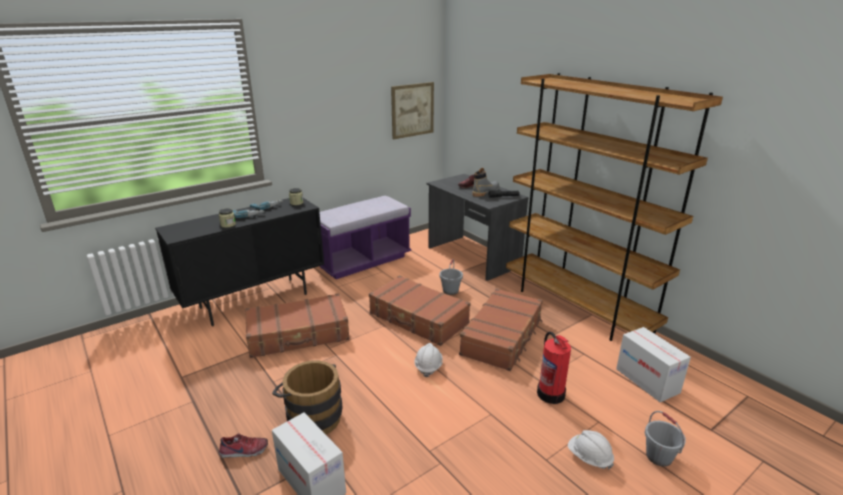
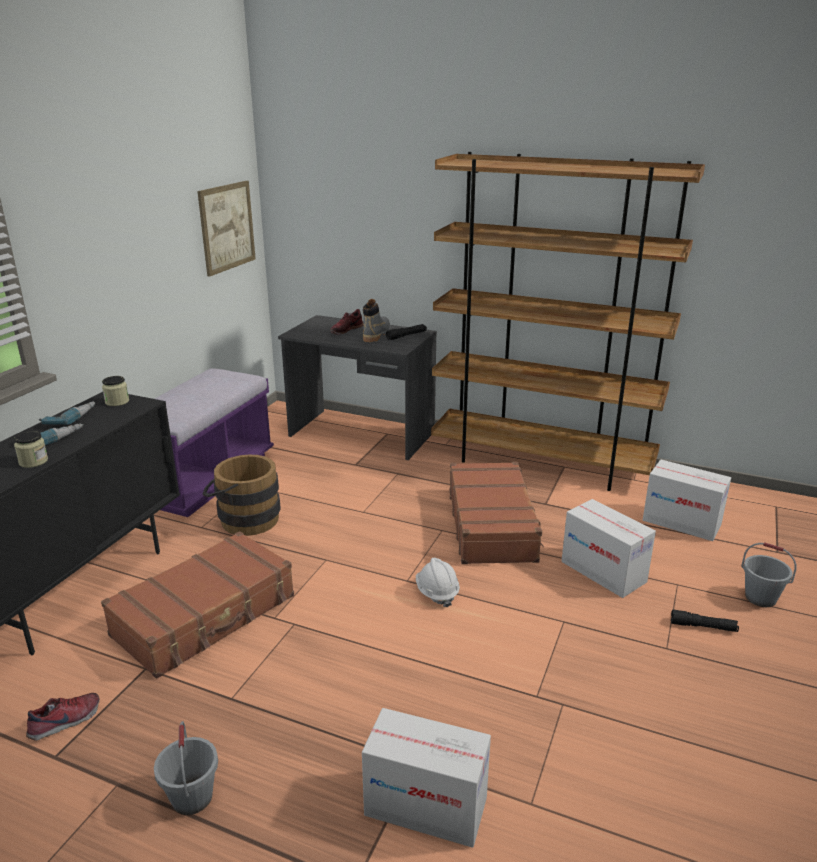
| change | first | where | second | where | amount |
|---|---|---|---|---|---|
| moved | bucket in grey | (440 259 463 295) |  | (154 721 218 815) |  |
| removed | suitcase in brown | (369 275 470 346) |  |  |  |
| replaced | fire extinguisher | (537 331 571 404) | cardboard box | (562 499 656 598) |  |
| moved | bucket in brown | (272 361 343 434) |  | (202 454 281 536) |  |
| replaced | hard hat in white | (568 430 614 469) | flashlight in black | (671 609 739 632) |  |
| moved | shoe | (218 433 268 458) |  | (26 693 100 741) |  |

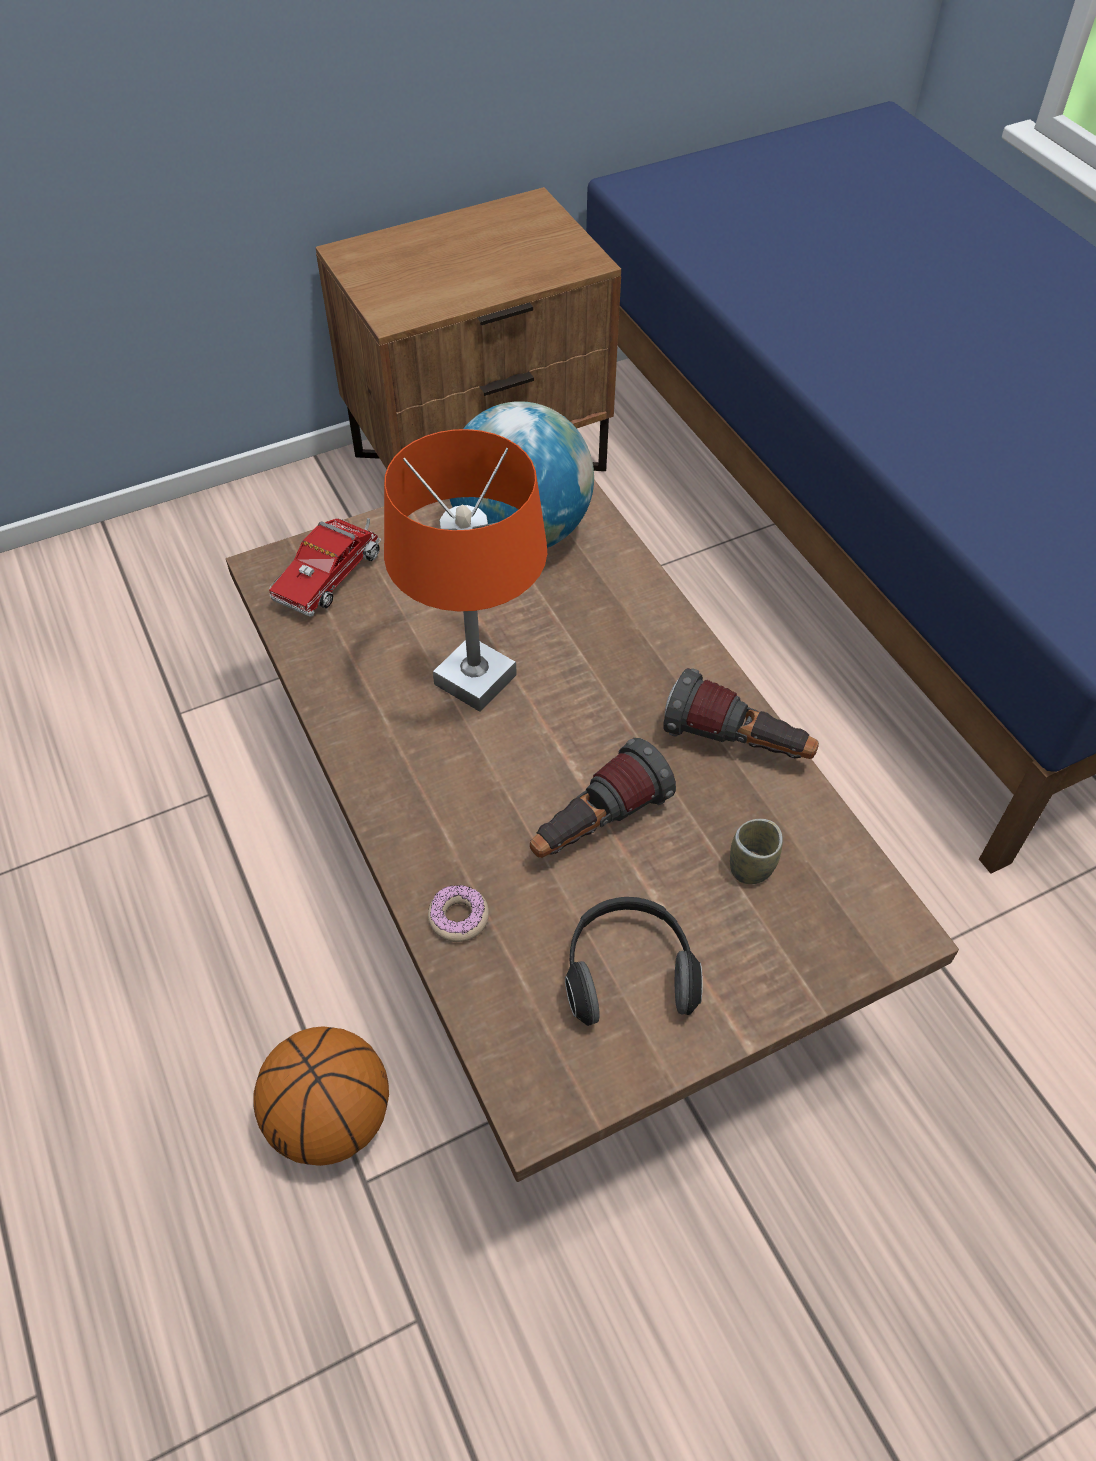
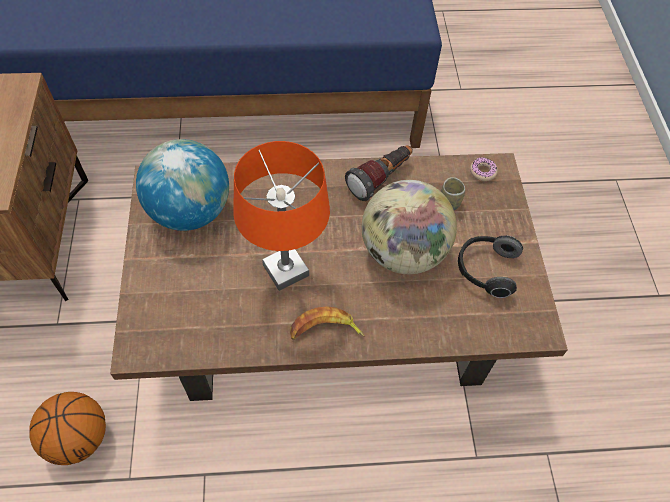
| change | first | where | second | where | amount |
|---|---|---|---|---|---|
| removed | toy truck | (269 518 381 617) |  |  |  |
| replaced | flashlight | (530 738 676 858) | globe | (361 180 457 274) |  |
| moved | donut | (428 885 489 942) |  | (470 157 498 181) |  |
| moved | basketball | (253 1026 389 1166) |  | (29 392 106 465) |  |
| added |  |  | banana | (290 306 365 340) |  |

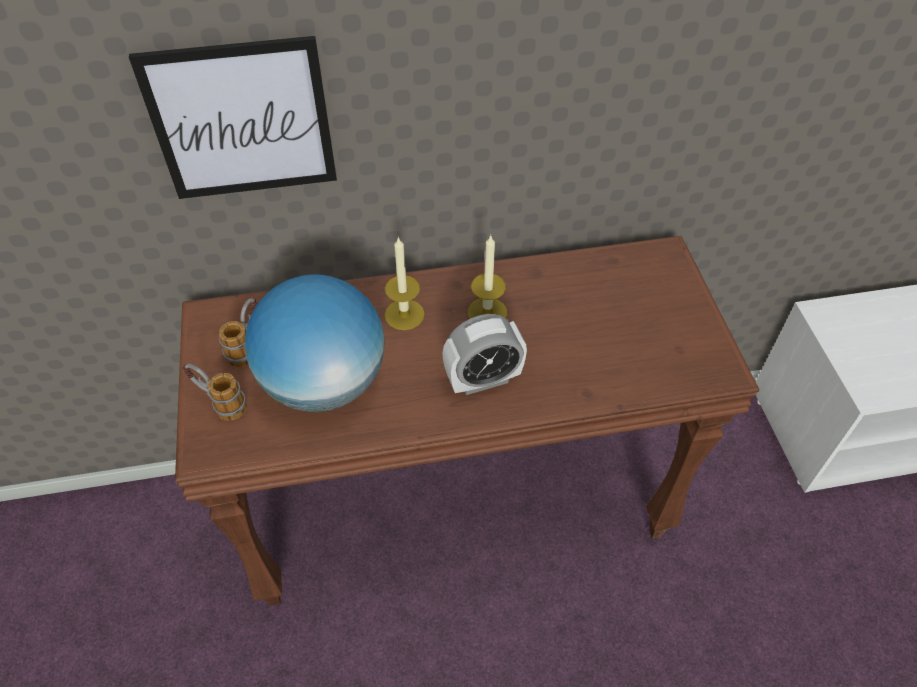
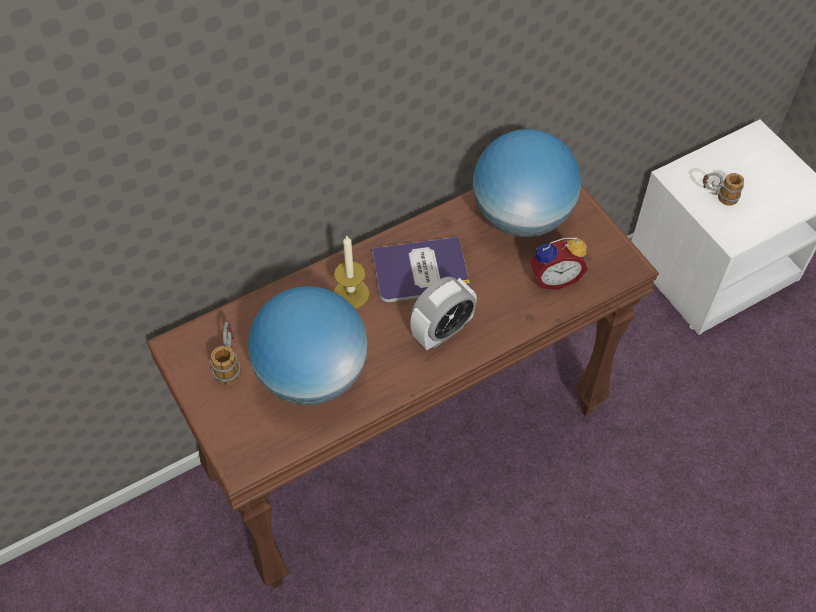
| change | first | where | second | where | amount |
|---|---|---|---|---|---|
| removed | picture | (129 36 337 199) |  |  |  |
| replaced | candle | (468 235 507 319) | book | (372 237 469 303) |  |
| moved | mug | (183 364 247 420) |  | (703 173 744 206) |  |
| added |  |  | globe | (473 129 581 237) |  |
| added |  |  | alarm clock | (530 238 588 290) |  |

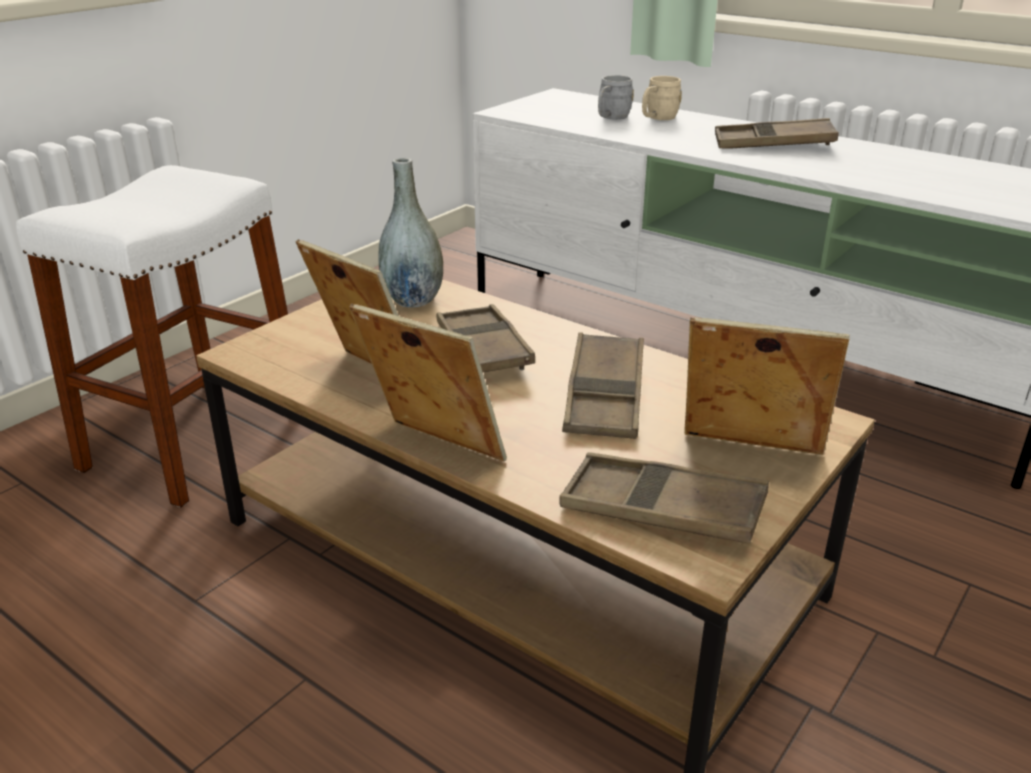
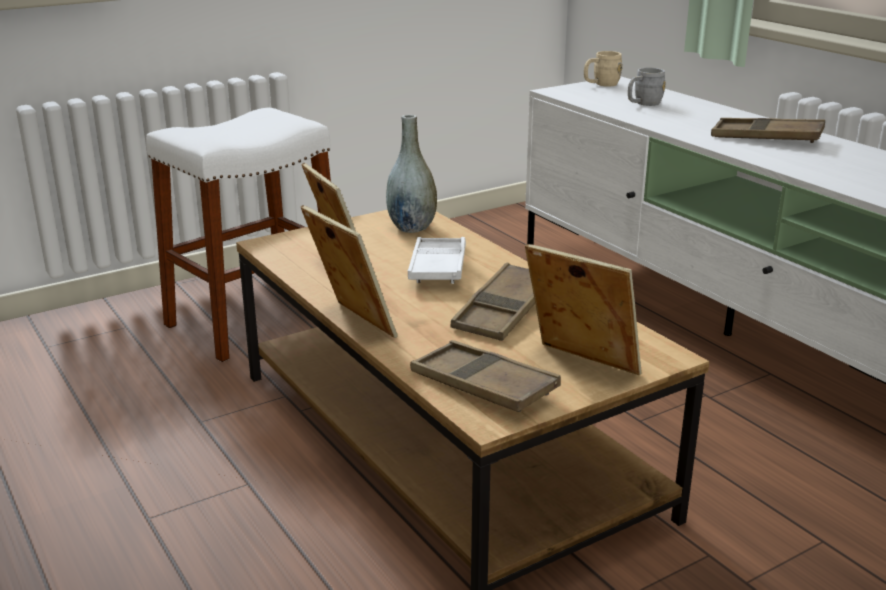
| change | first | where | second | where | amount |
|---|---|---|---|---|---|
| moved | mug in beige | (642 76 682 120) |  | (584 51 623 87) |  |
| recoloured | tray in brown | (437 304 535 372) | tray in white | (408 237 466 284) |  |

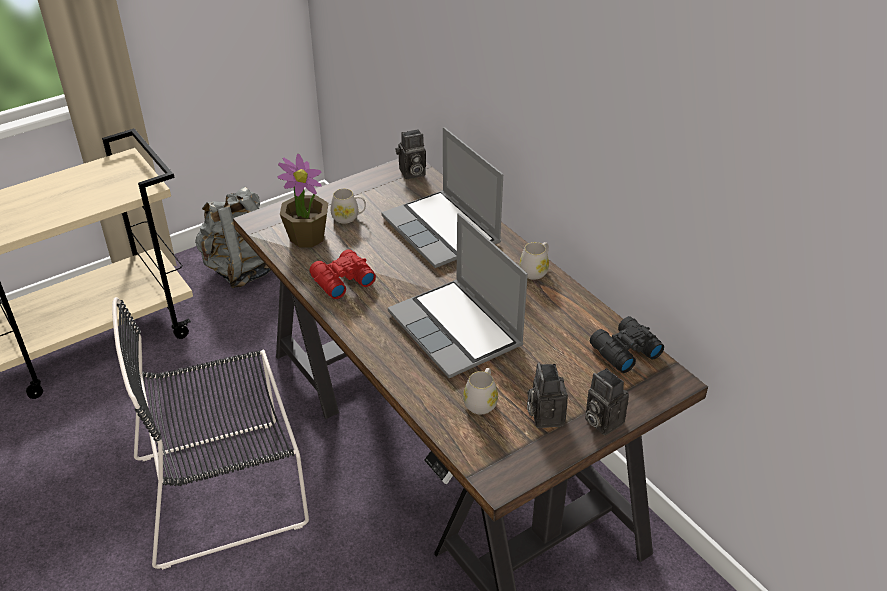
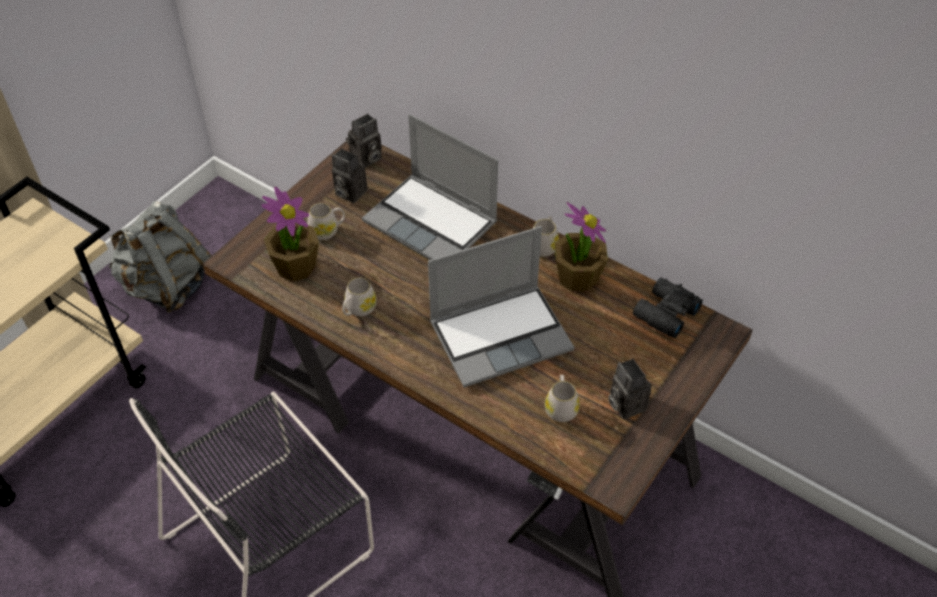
| change | first | where | second | where | amount |
|---|---|---|---|---|---|
| turned | laptop | (388 213 528 378) |  | (428 226 574 388) | 60 degrees counterclockwise |
| replaced | binoculars in red | (309 249 376 299) | mug in white | (342 277 377 316) |  |
| moved | photo camera | (585 368 629 435) |  | (332 148 367 203) |  |
| added |  |  | potted plant | (555 202 608 292) |  |

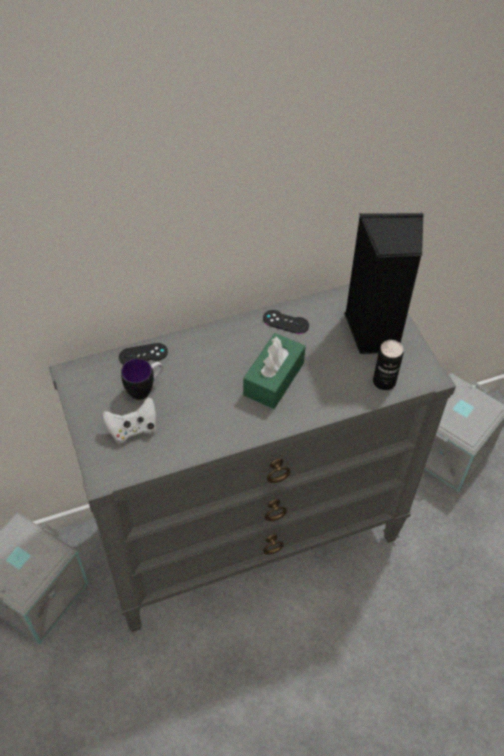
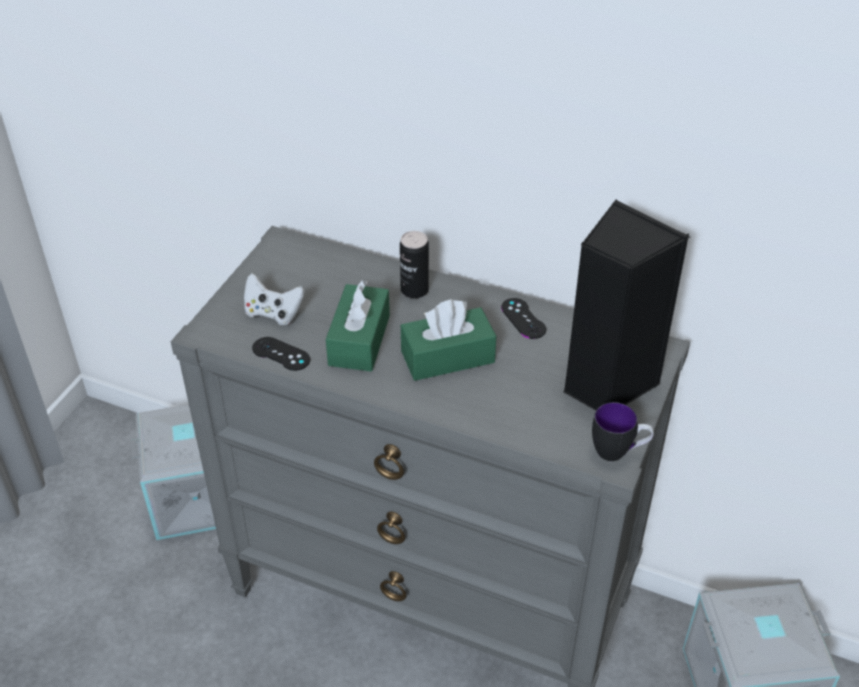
| change | first | where | second | where | amount |
|---|---|---|---|---|---|
| moved | can | (373 340 403 390) |  | (400 231 429 298) |  |
| moved | game controller in black | (119 343 168 364) |  | (252 337 310 371) |  |
| moved | mug | (121 359 163 400) |  | (592 402 654 461) |  |
| added |  |  | tissue box in green | (326 280 390 372) |  |

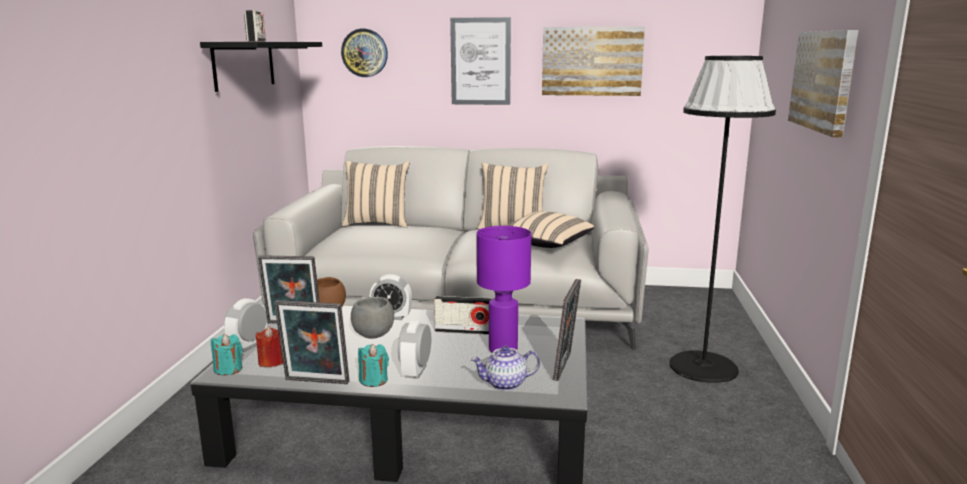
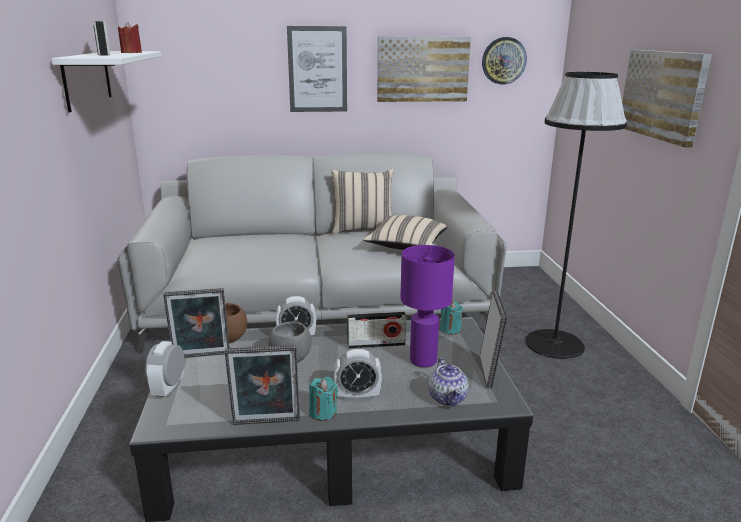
| change | first | where | second | where | amount |
|---|---|---|---|---|---|
| moved | wall clock | (341 29 388 77) |  | (482 37 527 85) |  |
| recoloured | shelf in black | (200 42 322 92) | shelf in white | (51 51 161 112) |  |
| removed | pillow in beige | (342 161 409 228) |  |  |  |
| turned | alarm clock | (398 320 431 379) |  | (334 349 382 401) | 90 degrees counterclockwise |
| moved | candle in red | (256 326 283 367) |  | (118 22 142 53) |  |
| moved | candle in turquoise | (211 334 242 375) |  | (440 301 463 334) |  |
| turned | teapot | (471 346 540 391) |  | (428 358 469 407) | 75 degrees counterclockwise |

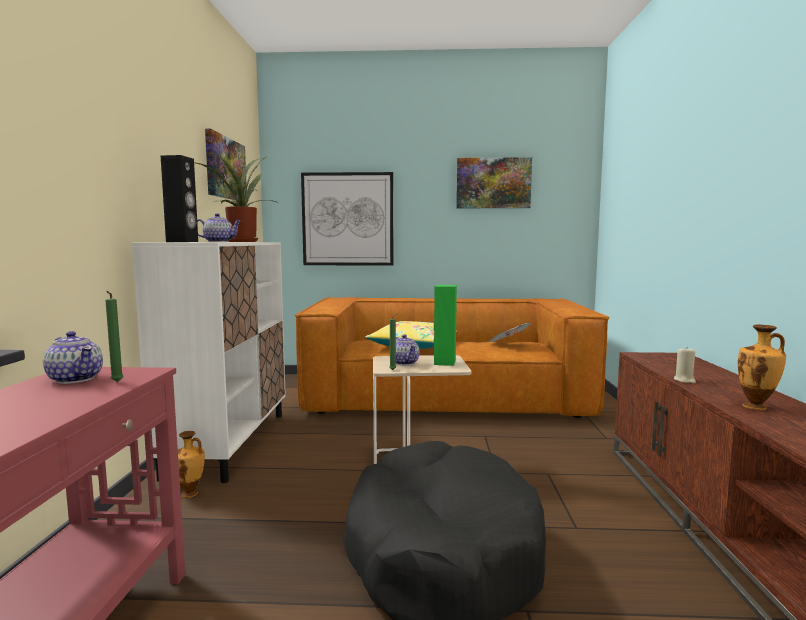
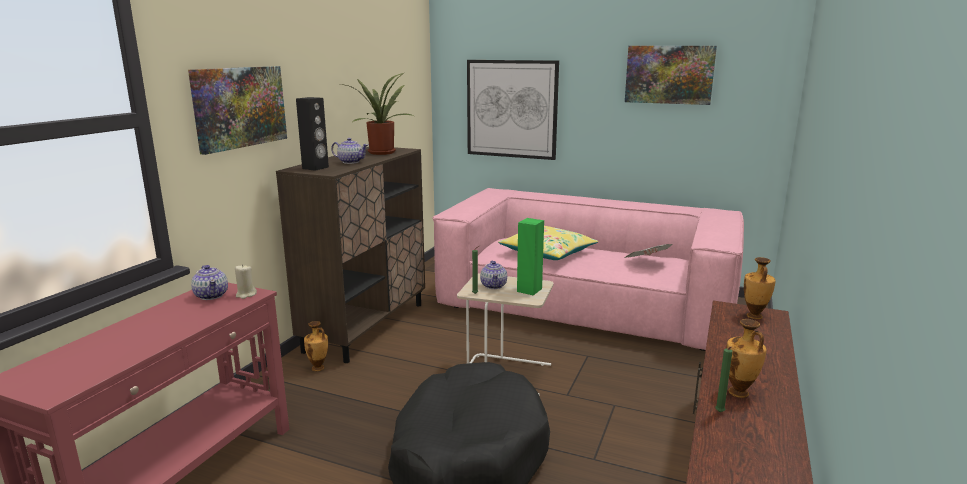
| change | first | where | second | where | amount |
|---|---|---|---|---|---|
| moved | picture | (205 128 247 200) |  | (188 66 287 155) |  |
| recoloured | cabinet in white | (132 242 286 483) | cabinet in brown | (276 147 425 363) |  |
| moved | candle in green | (105 291 124 382) |  | (715 346 732 412) |  |
| recoloured | sofa in brown | (295 297 609 418) | sofa in pink | (432 188 744 351) |  |
| moved | candle in beige | (674 347 696 383) |  | (235 264 257 299) |  |
| added |  |  | vase | (744 257 776 319) |  |

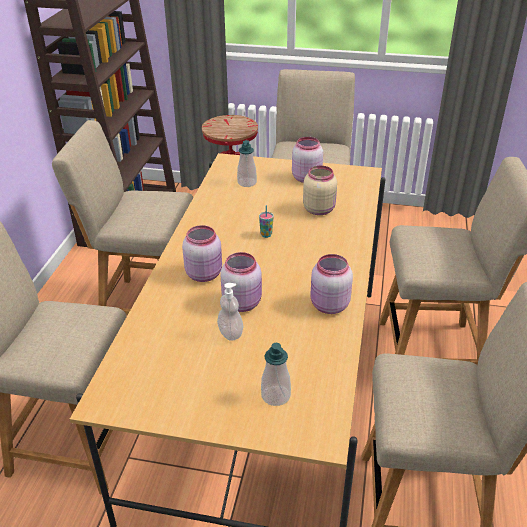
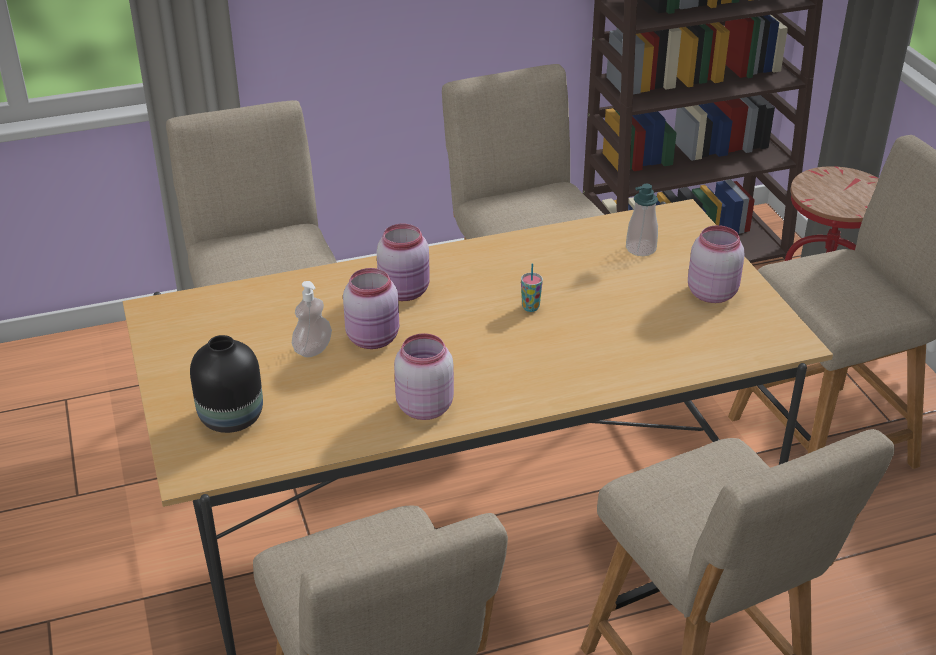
| change | first | where | second | where | amount |
|---|---|---|---|---|---|
| removed | jar in beige | (303 165 337 215) |  |  |  |
| replaced | soap dispenser | (261 343 291 406) | vase in black | (190 335 263 433) |  |

